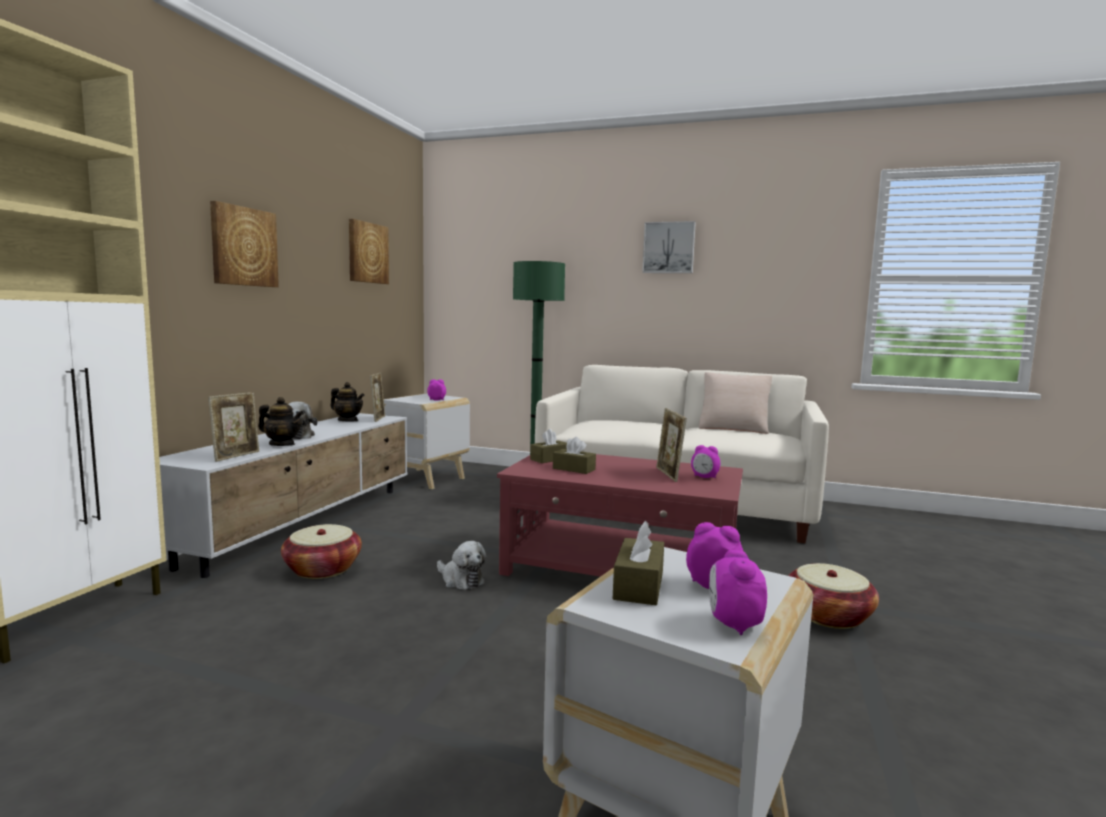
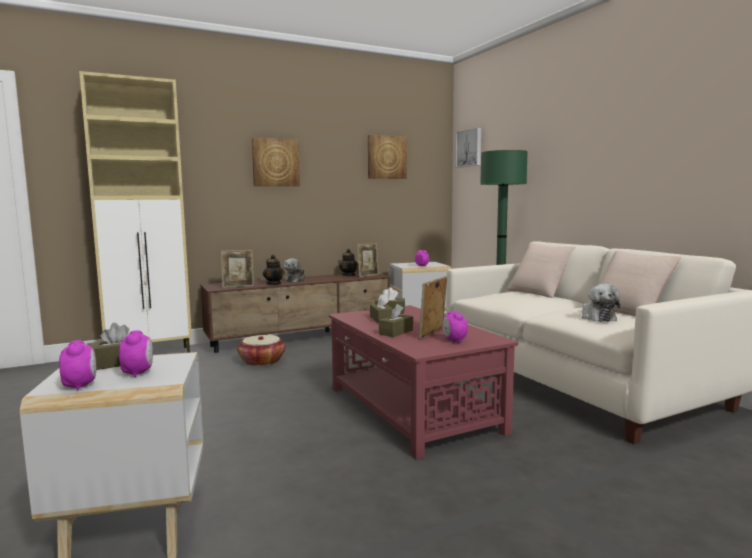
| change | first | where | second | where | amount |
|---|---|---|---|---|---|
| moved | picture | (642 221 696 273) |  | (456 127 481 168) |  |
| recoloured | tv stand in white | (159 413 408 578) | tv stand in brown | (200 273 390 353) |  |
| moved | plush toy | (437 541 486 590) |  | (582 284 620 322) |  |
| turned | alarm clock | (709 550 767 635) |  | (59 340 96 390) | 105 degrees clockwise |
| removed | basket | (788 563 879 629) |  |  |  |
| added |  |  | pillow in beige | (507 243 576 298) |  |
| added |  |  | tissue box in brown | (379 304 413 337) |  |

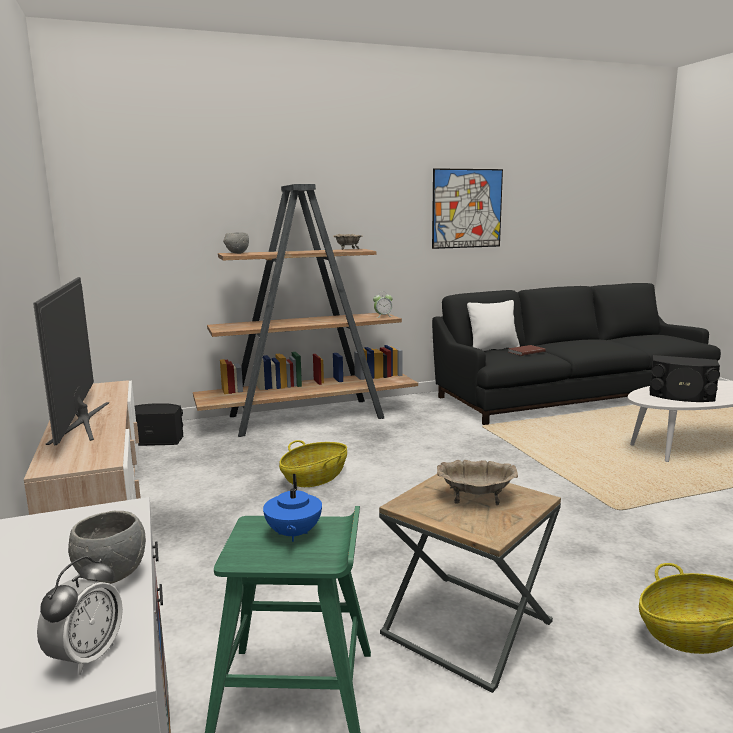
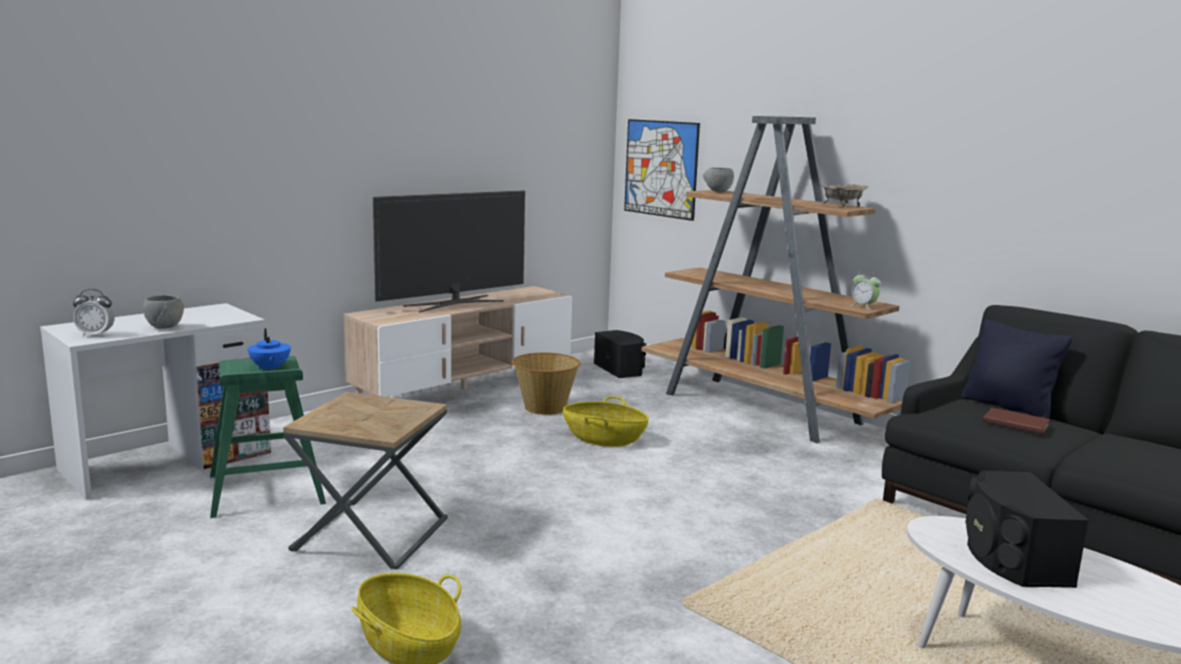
| change | first | where | second | where | amount |
|---|---|---|---|---|---|
| moved | picture | (432 168 503 249) |  | (624 119 700 221) |  |
| recoloured | pillow in white | (467 300 520 351) | pillow in black | (961 319 1072 419) |  |
| removed | bowl in beige | (437 460 518 505) |  |  |  |
| turned | teapot in blue | (263 474 322 542) |  | (248 328 291 371) | 90 degrees counterclockwise |
| added |  |  | basket | (512 353 580 415) |  |

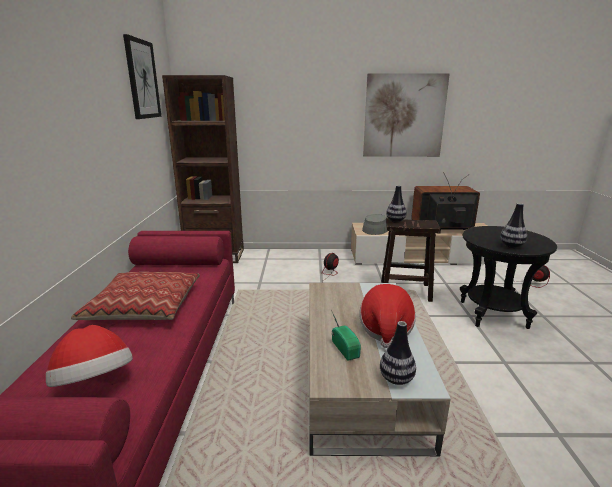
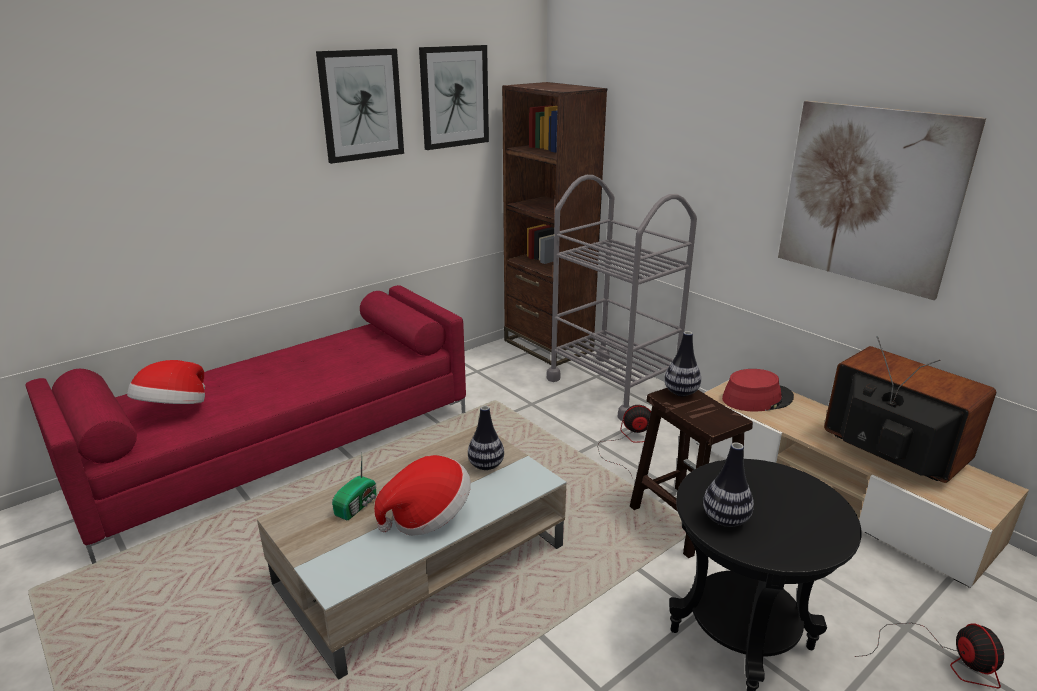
| change | first | where | second | where | amount |
|---|---|---|---|---|---|
| recoloured | hat in grey | (362 214 387 235) | hat in red | (722 369 794 412) |  |
| removed | pillow | (71 272 200 320) |  |  |  |
| moved | vase | (380 321 416 385) |  | (468 406 504 470) |  |
| added |  |  | picture | (316 49 404 164) |  |
| added |  |  | cart in grey | (547 175 697 421) |  |

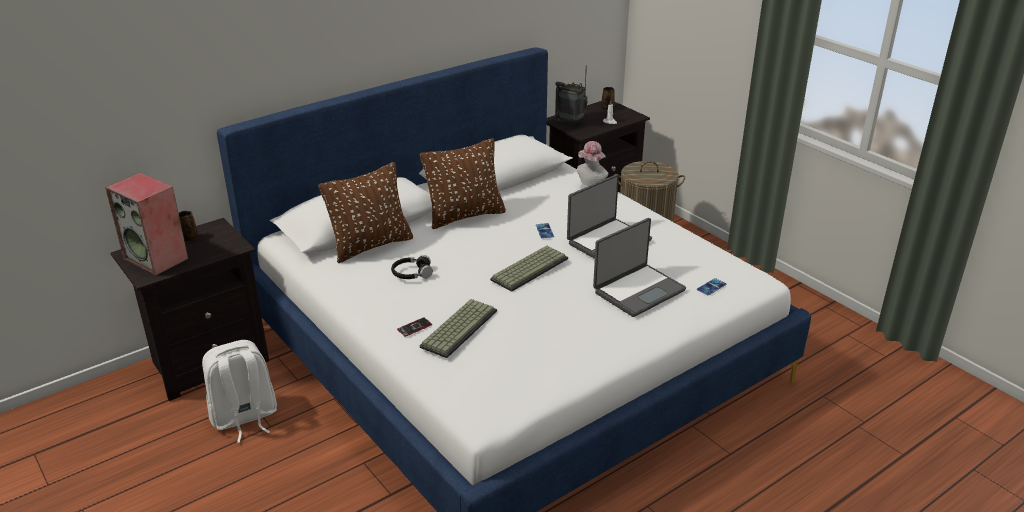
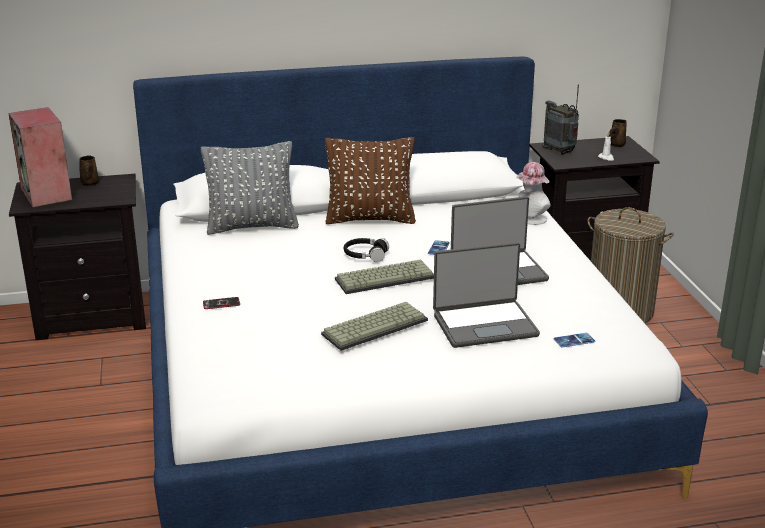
| change | first | where | second | where | amount |
|---|---|---|---|---|---|
| recoloured | pillow in brown | (318 162 413 263) | pillow in grey | (201 141 299 235) |  |
| moved | headphones in black | (391 255 433 279) |  | (344 238 389 262) |  |
| moved | keyboard | (420 299 497 358) |  | (321 302 428 351) |  |
| removed | backpack in white | (202 340 277 443) |  |  |  |

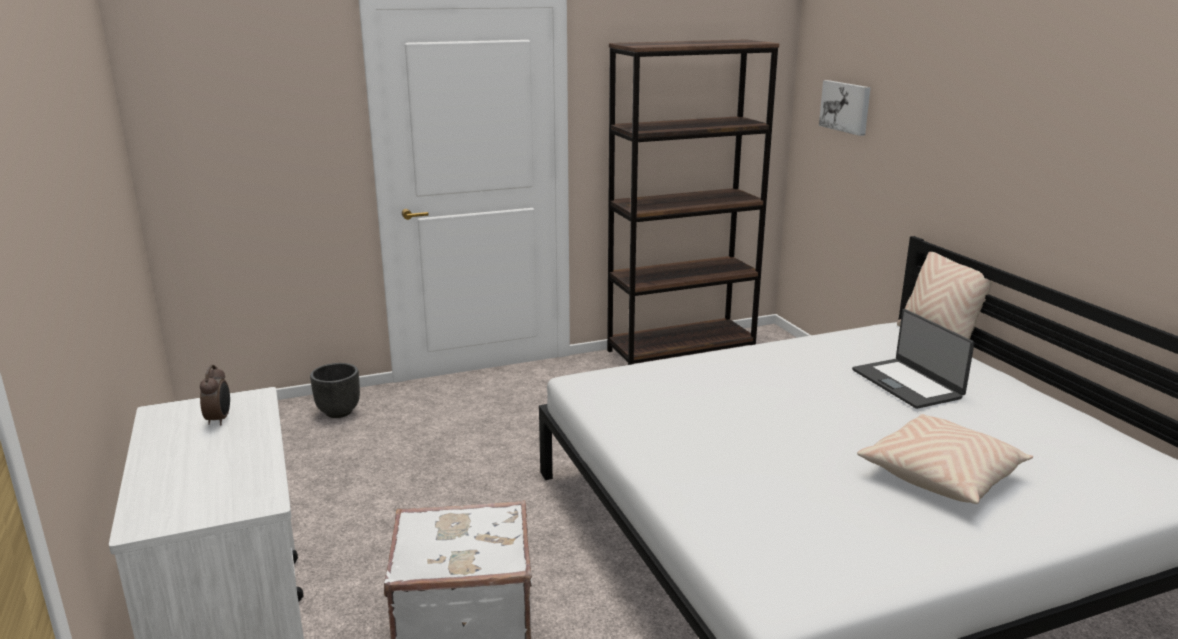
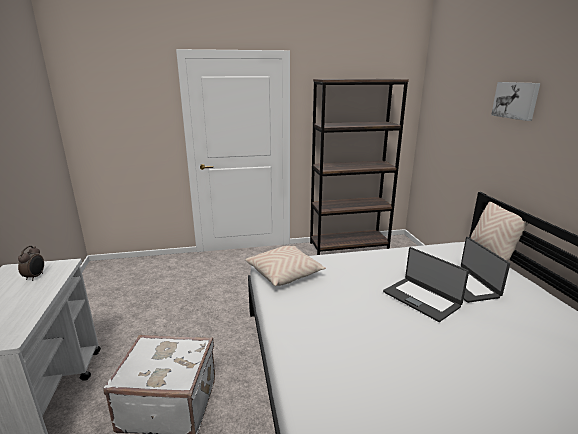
| change | first | where | second | where | amount |
|---|---|---|---|---|---|
| moved | picture | (819 80 871 136) |  | (491 82 540 121) |  |
| removed | planter in black | (310 363 360 418) |  |  |  |
| moved | pillow in beige | (857 414 1033 504) |  | (245 246 326 286) |  |
| added |  |  | laptop | (383 247 469 322) |  |

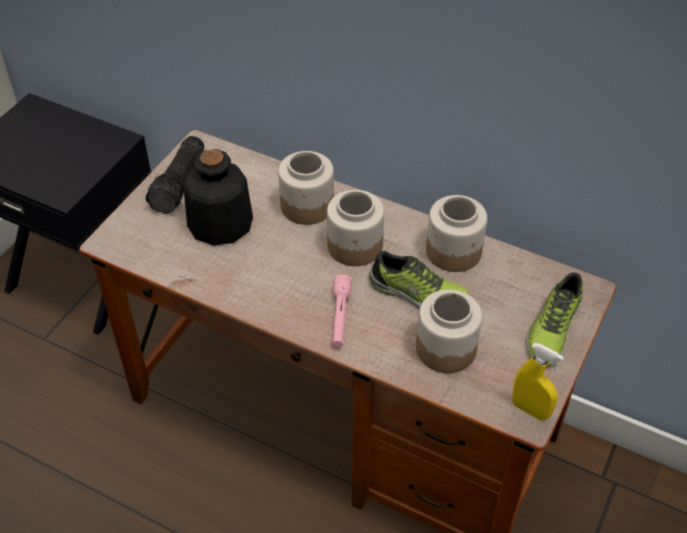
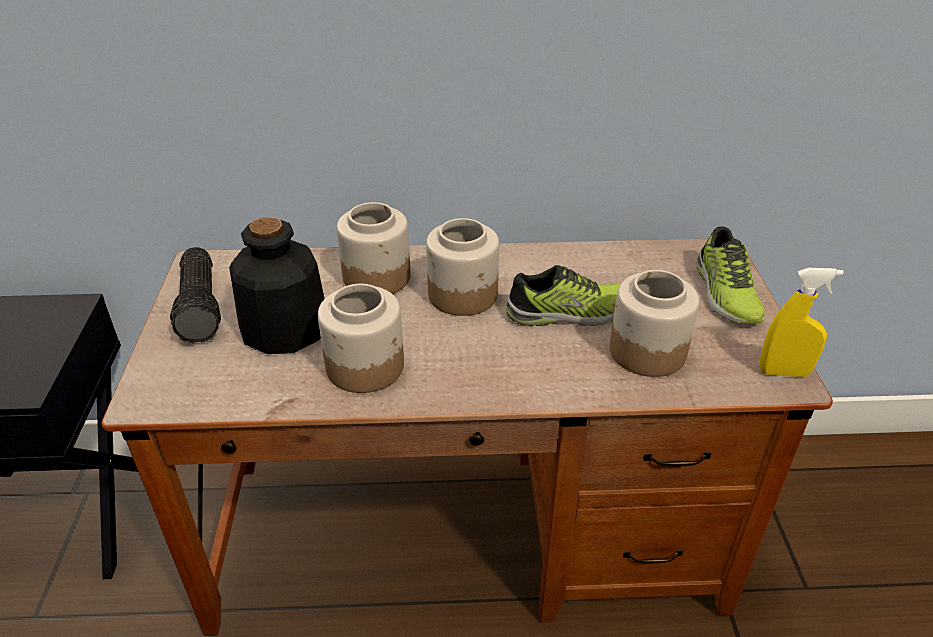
| change | first | where | second | where | amount |
|---|---|---|---|---|---|
| moved | jar | (426 195 487 272) |  | (318 284 404 393) |  |
| removed | flashlight in pink | (332 275 352 347) |  |  |  |

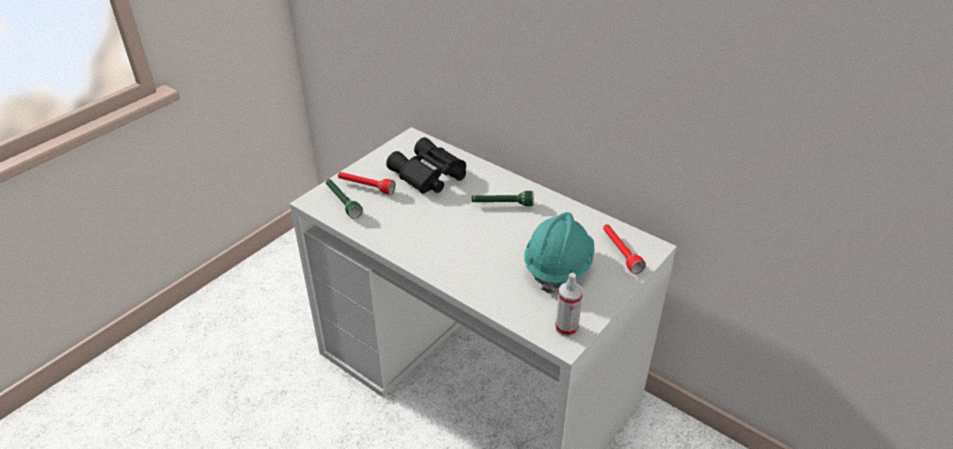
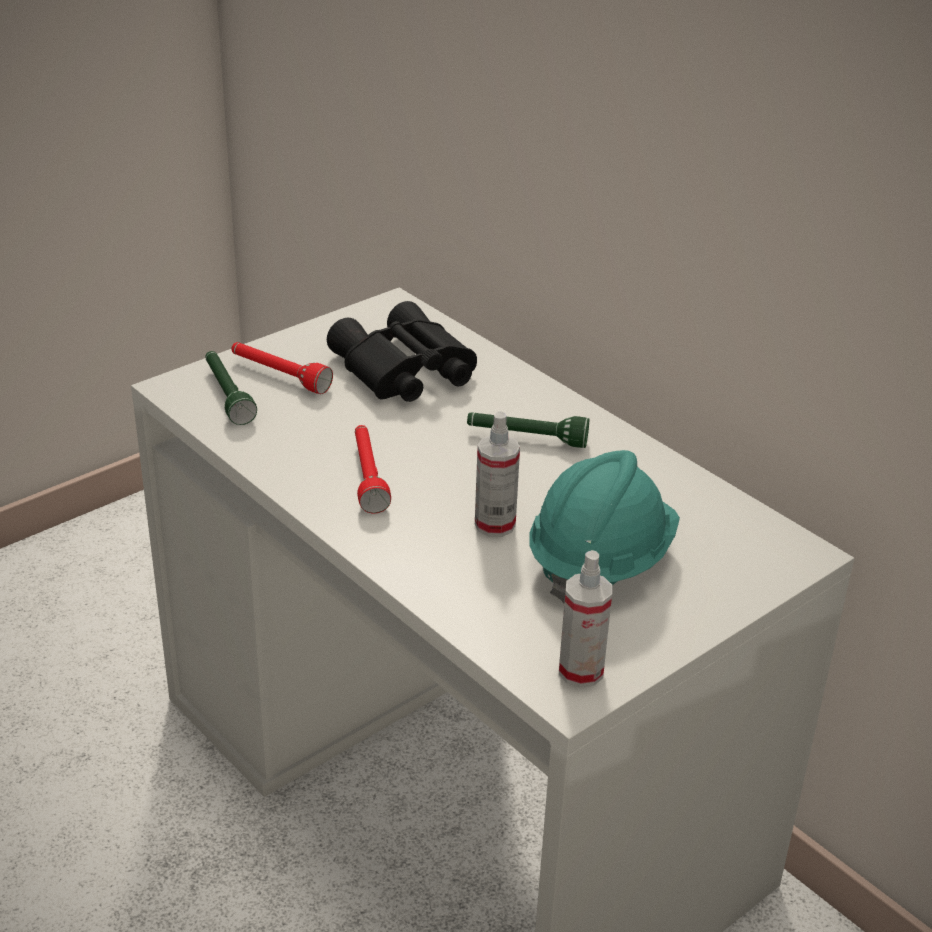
| change | first | where | second | where | amount |
|---|---|---|---|---|---|
| moved | flashlight in red | (603 224 646 274) |  | (355 425 391 514) |  |
| added |  |  | spray bottle | (475 411 520 537) |  |

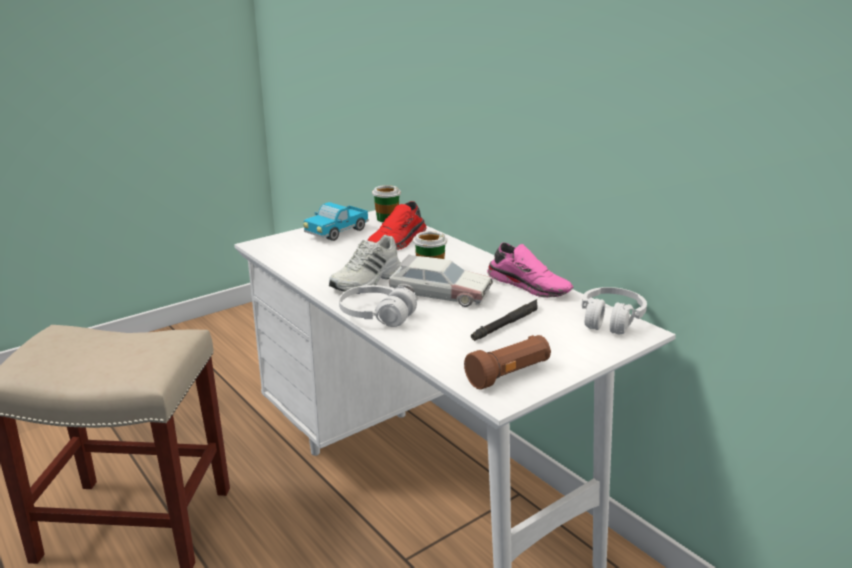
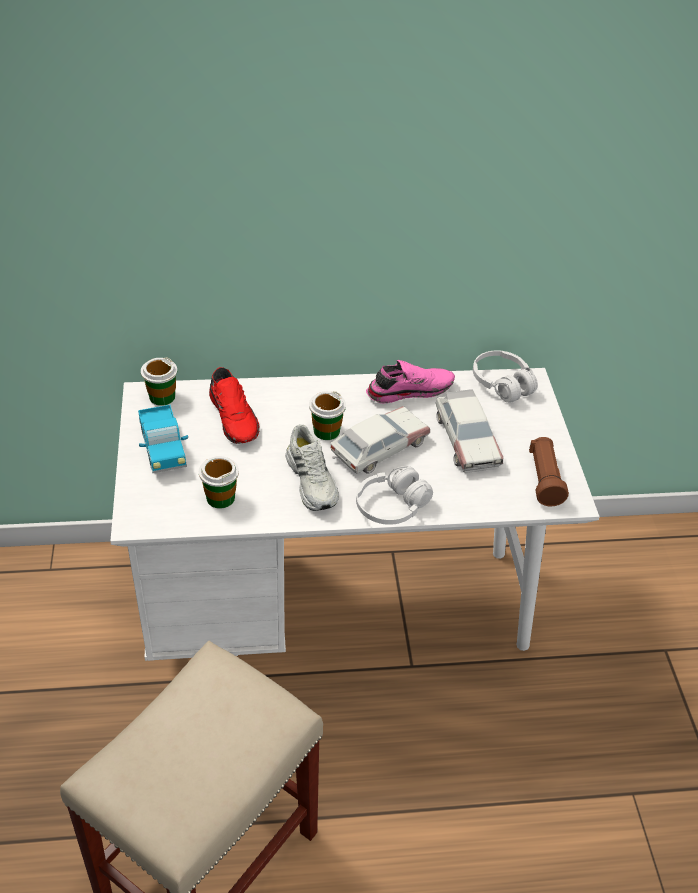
| change | first | where | second | where | amount |
|---|---|---|---|---|---|
| replaced | flashlight in black | (471 299 537 341) | toy car | (436 389 503 473) |  |
| added |  |  | cup | (199 456 239 509) |  |

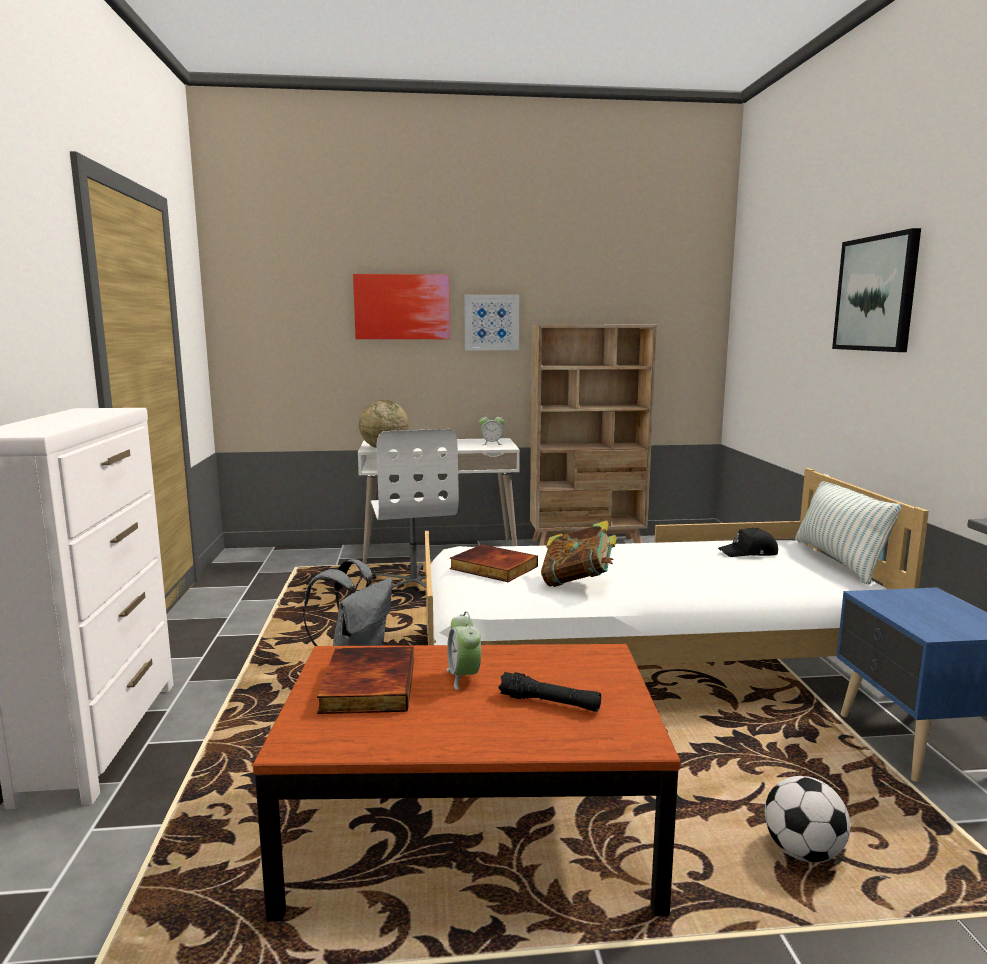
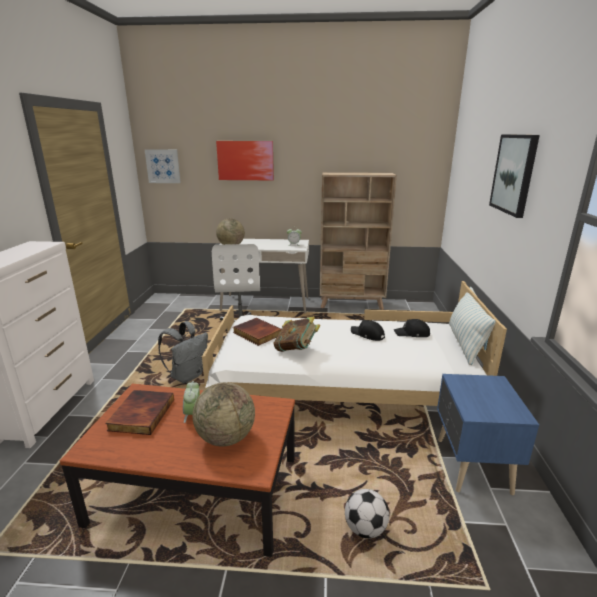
| change | first | where | second | where | amount |
|---|---|---|---|---|---|
| moved | picture | (464 295 519 350) |  | (145 149 181 183) |  |
| replaced | flashlight in black | (499 672 601 712) | globe | (193 382 255 447) |  |
| added |  |  | cap in black | (351 320 385 341) |  |

